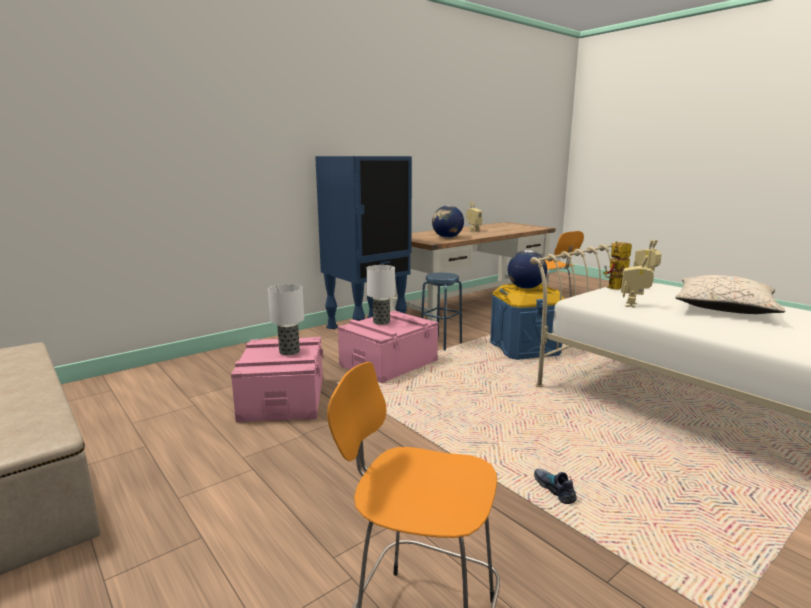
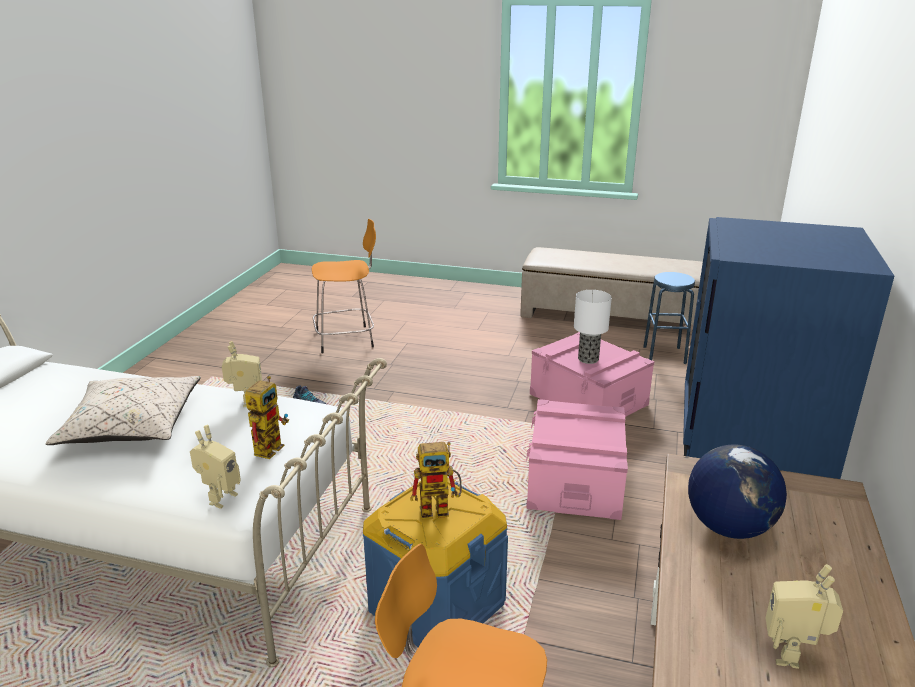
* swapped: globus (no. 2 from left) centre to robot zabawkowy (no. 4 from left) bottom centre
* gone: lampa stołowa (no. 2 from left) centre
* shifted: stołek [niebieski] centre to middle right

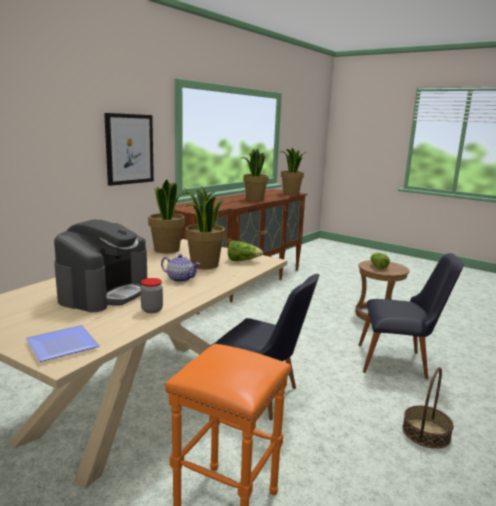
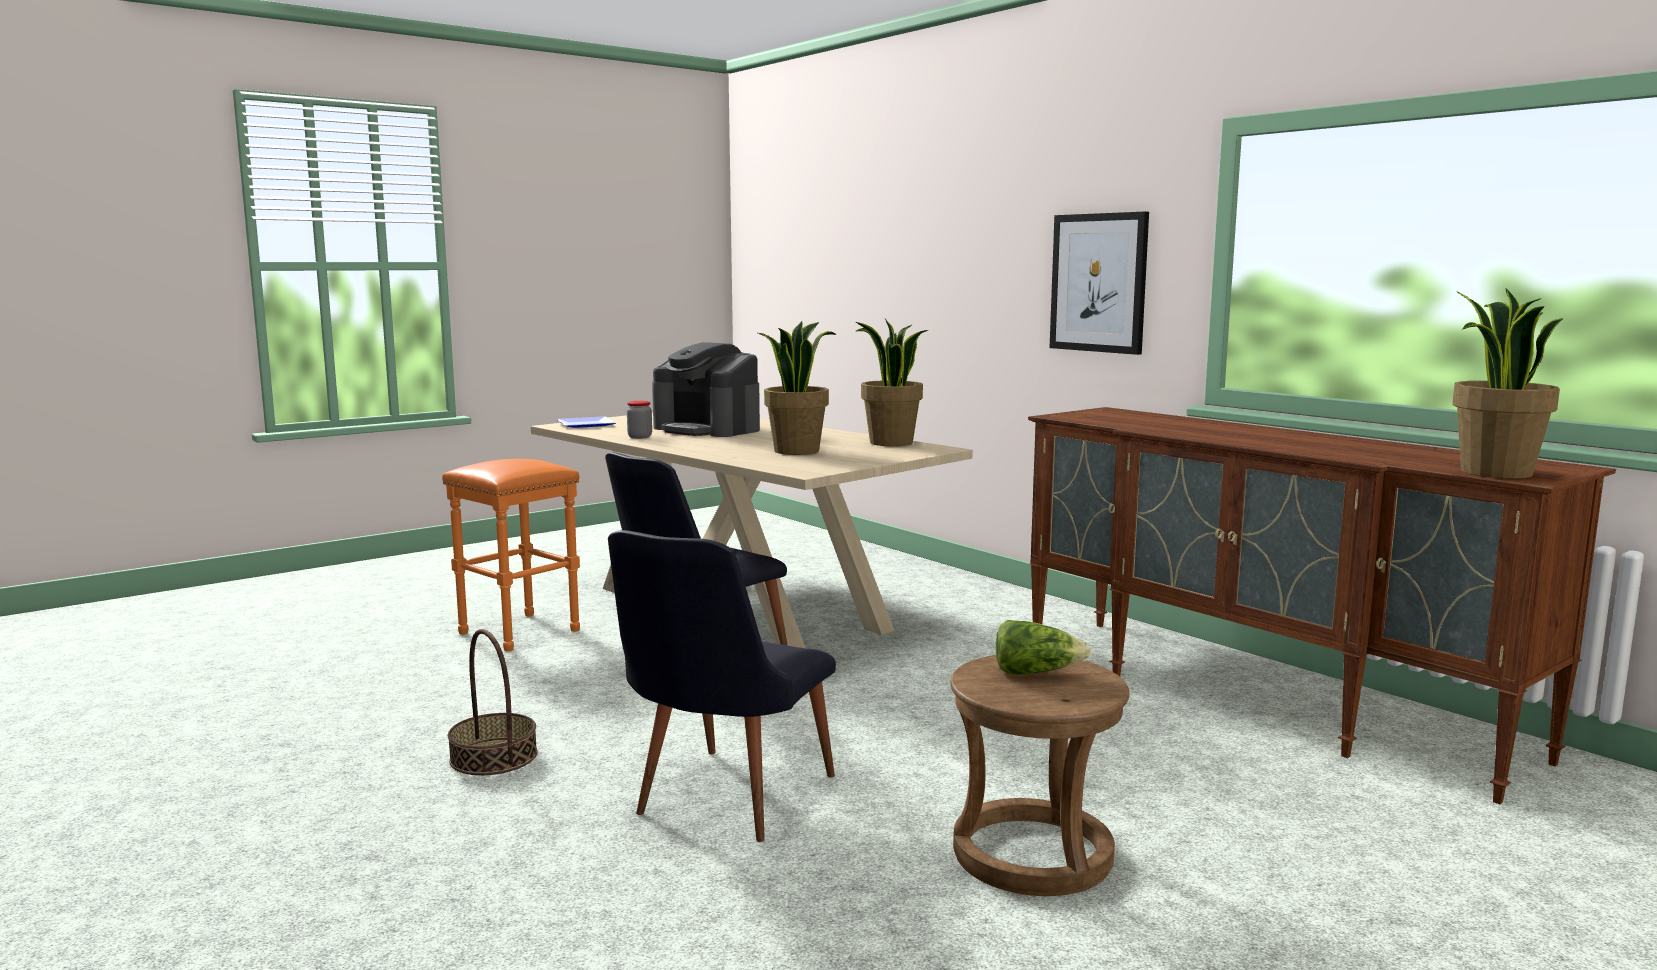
* gone: roślina doniczkowa (no. 3 from left) centre
* gone: sałata (no. 1 from left) centre
* gone: imbryk centre

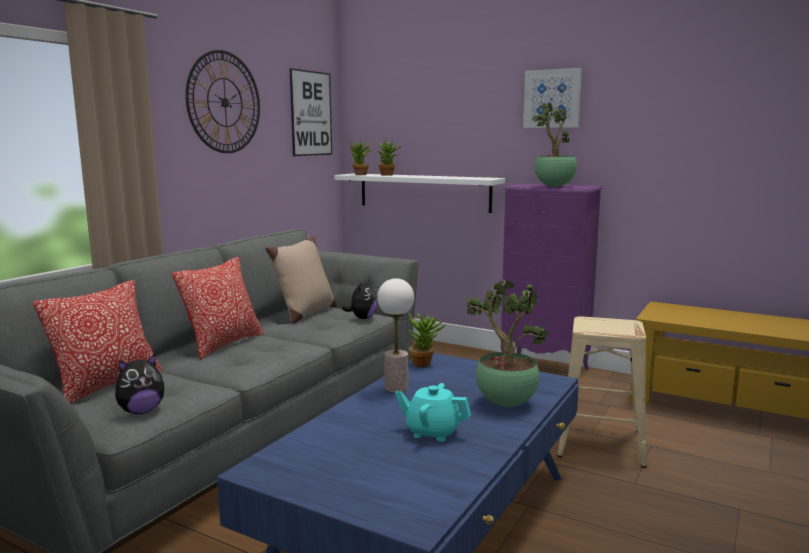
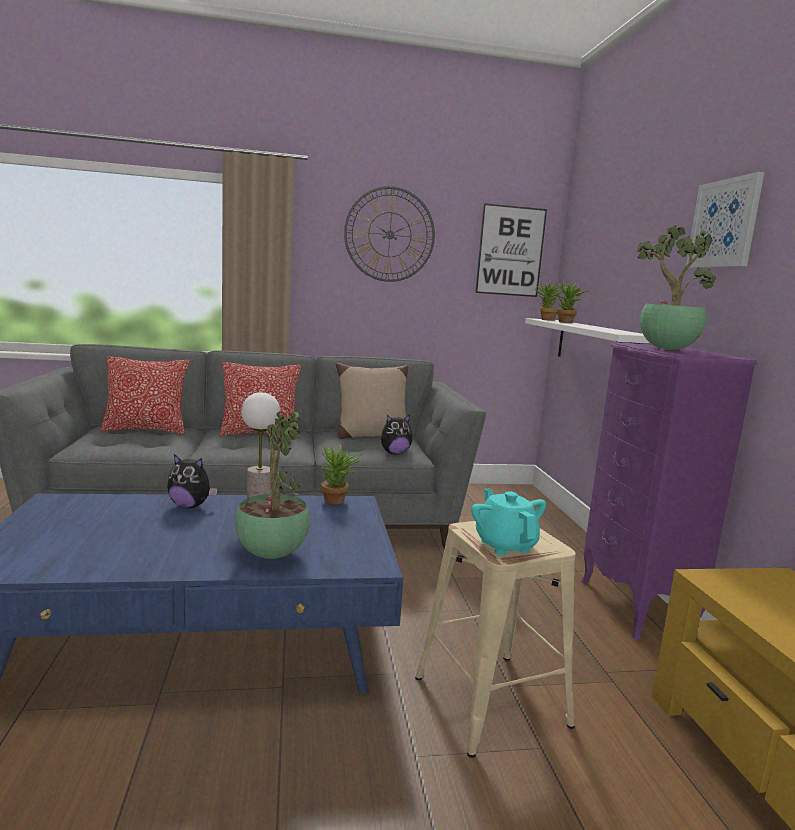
* shifted: pluszak (no. 1 from left) bottom left to middle left
* shifted: imbryk [turkusowy] bottom centre to centre

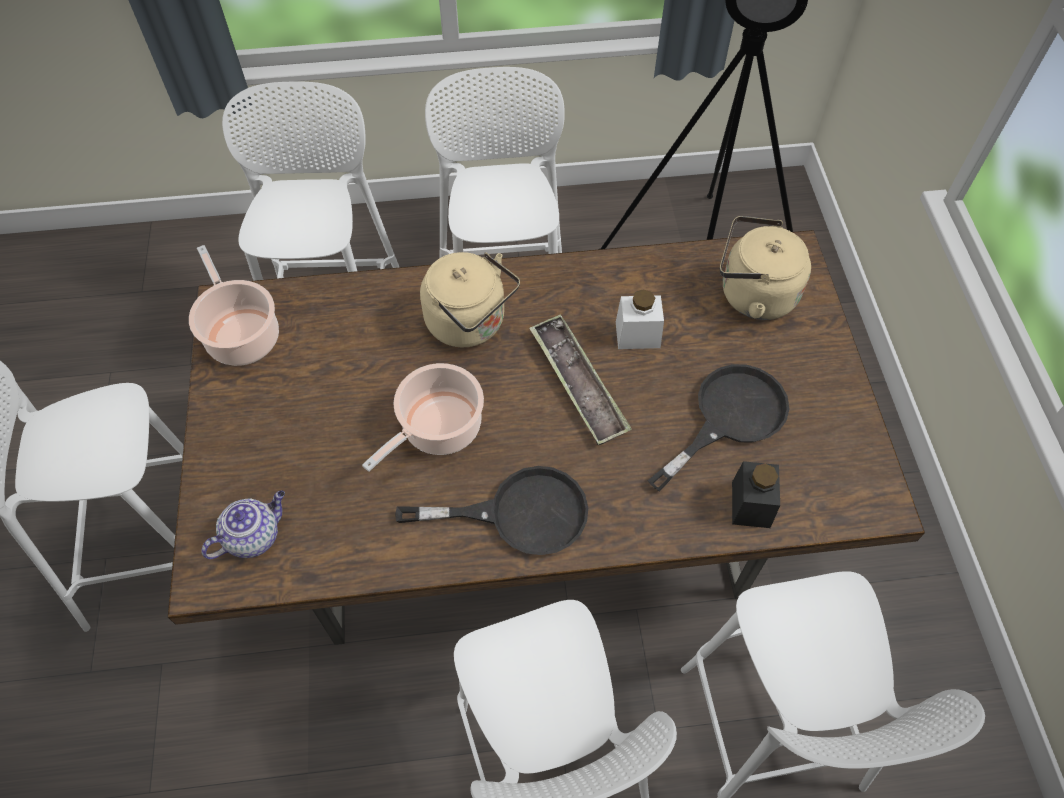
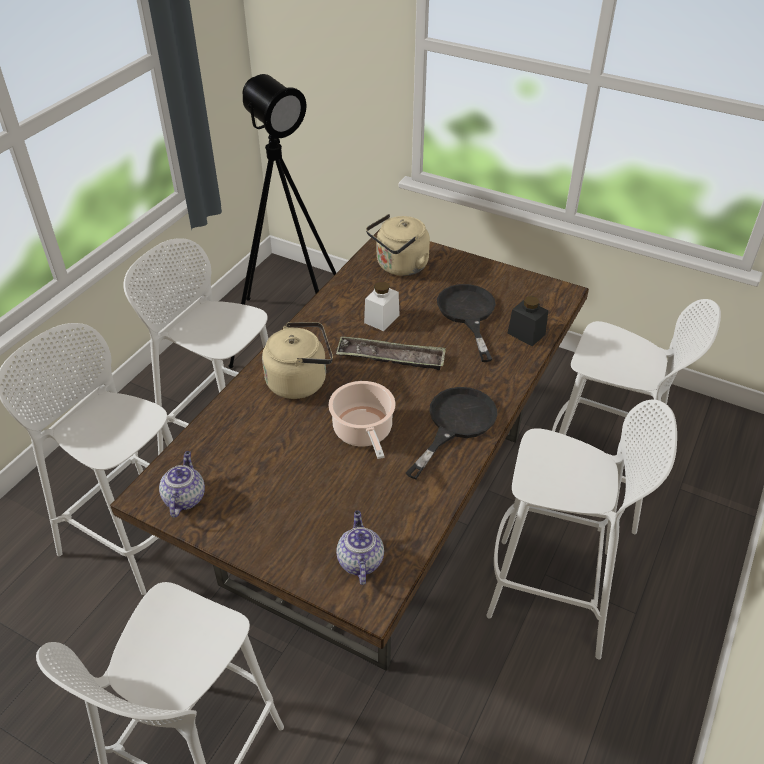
* swapped: garnek (no. 1 from left) middle left to imbryk (no. 1 from left) middle left

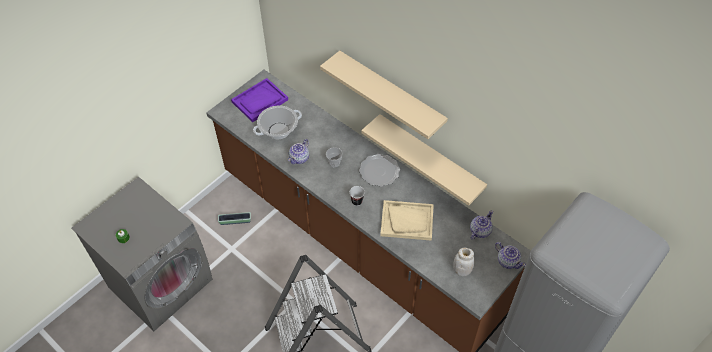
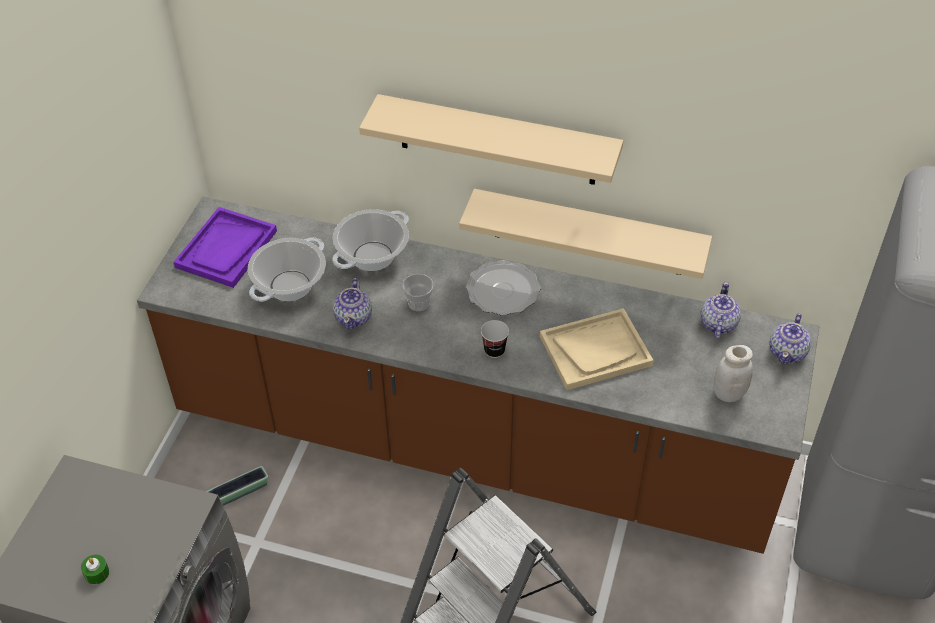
* rotated: imbryk (no. 3 from left) bottom right = middle right 90 degrees clockwise
* new: garnek (no. 2 from left) centre

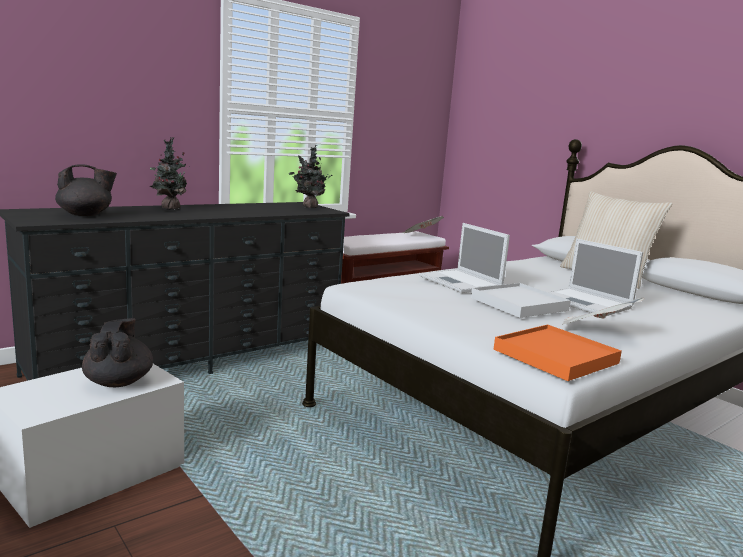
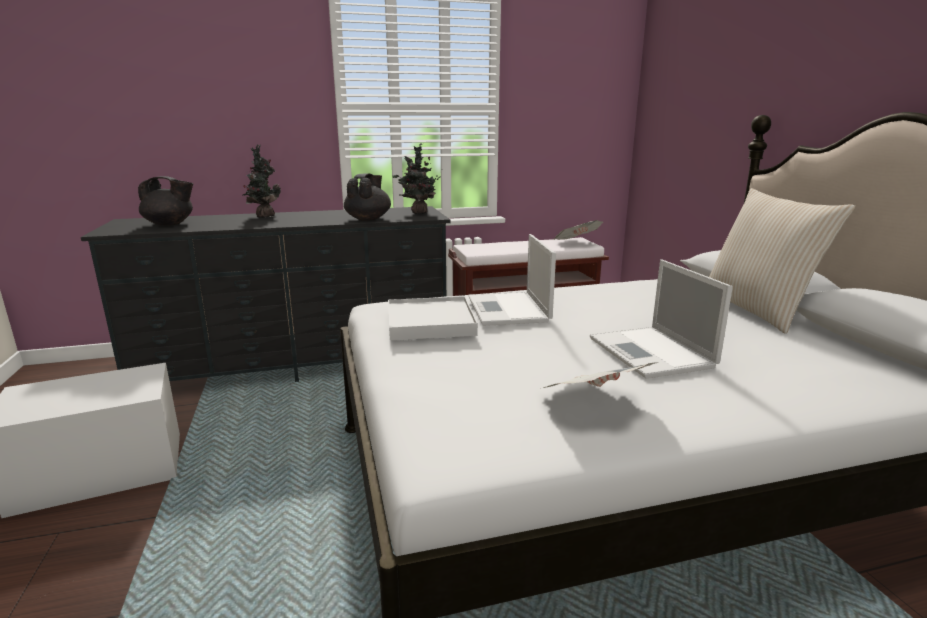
* shifted: taca [biały] middle right to centre
* shifted: imbryk [czarny] (no. 2 from left) middle left to top centre
* gone: taca [pomarańczowy] middle right

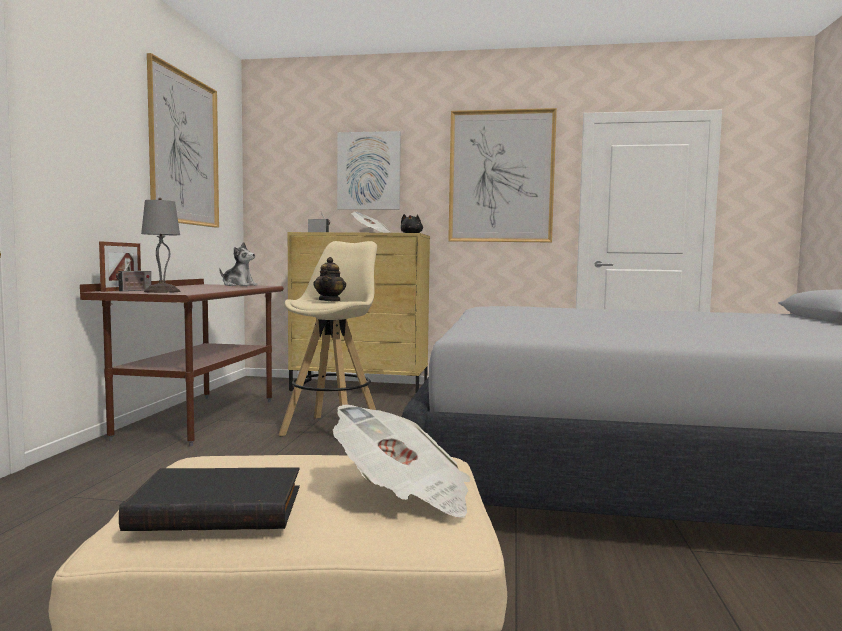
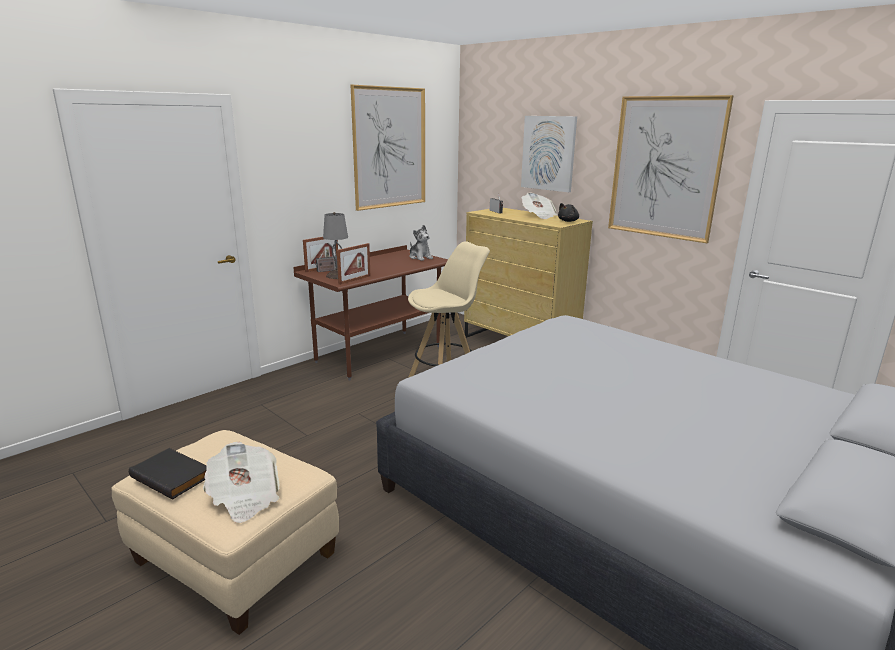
* gone: imbryk centre
* new: ramka na zdjęcie (no. 2 from left) centre

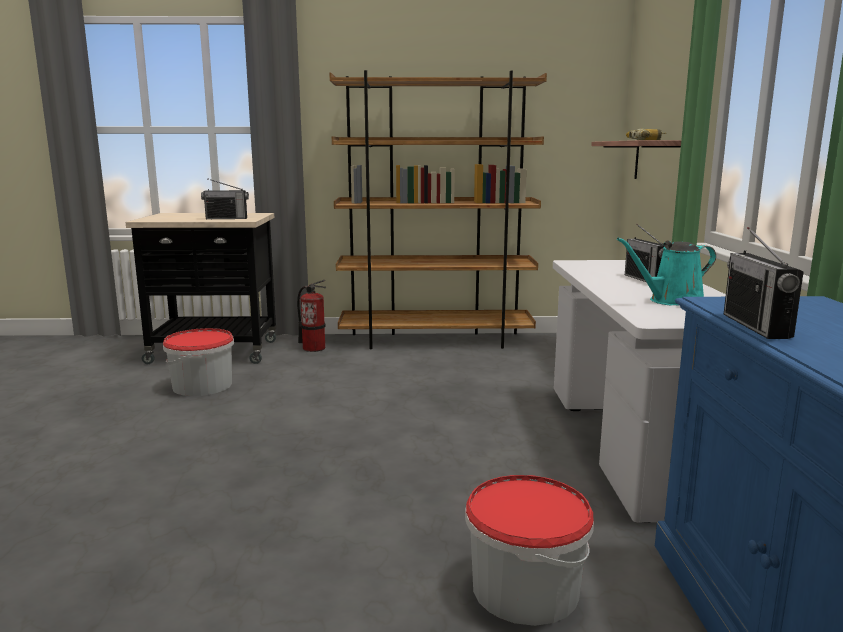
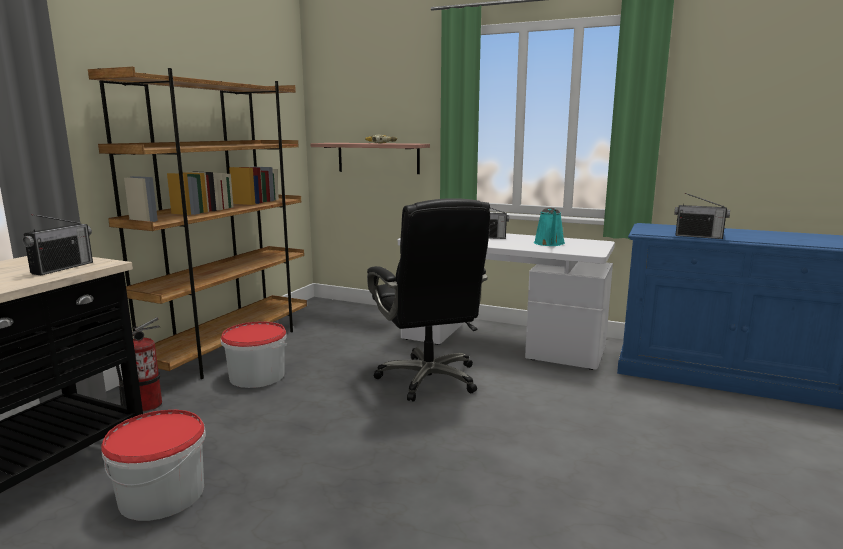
* shifted: wiadro (no. 2 from left) bottom centre to middle left
* new: krzesło biurowe [czarny] centre

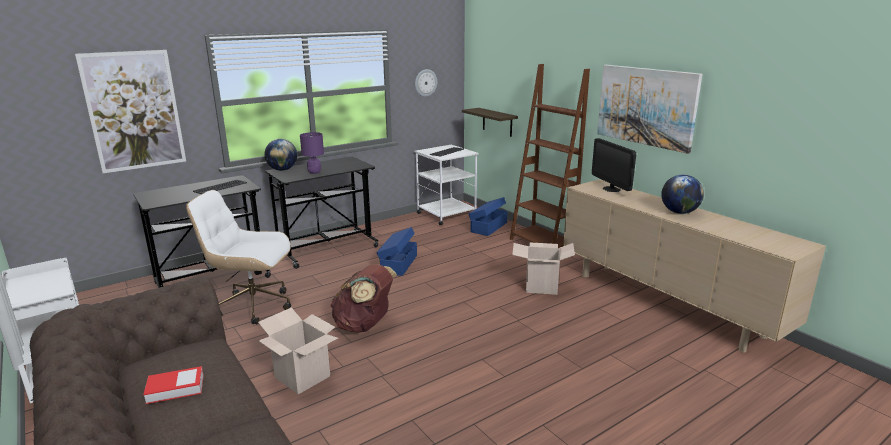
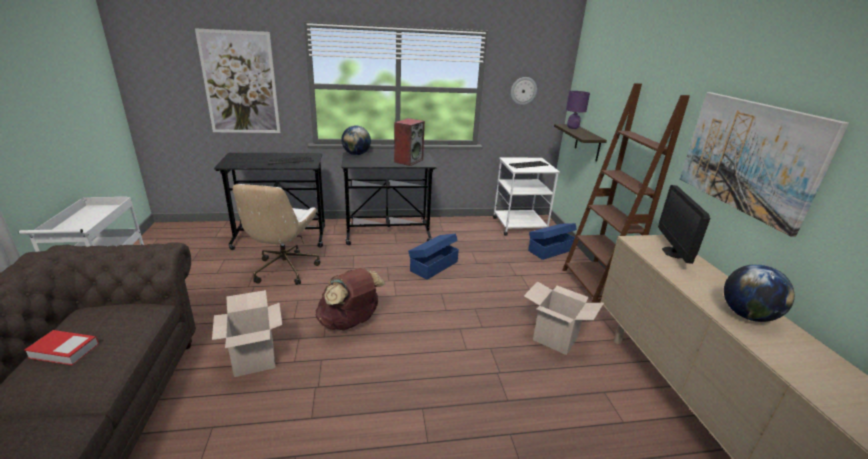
* shifted: lampa stołowa [fioletowy] centre to top centre
* rotated: krzesło biurowe [biały] middle left = middle left 120 degrees counterclockwise
* new: głośnik top centre

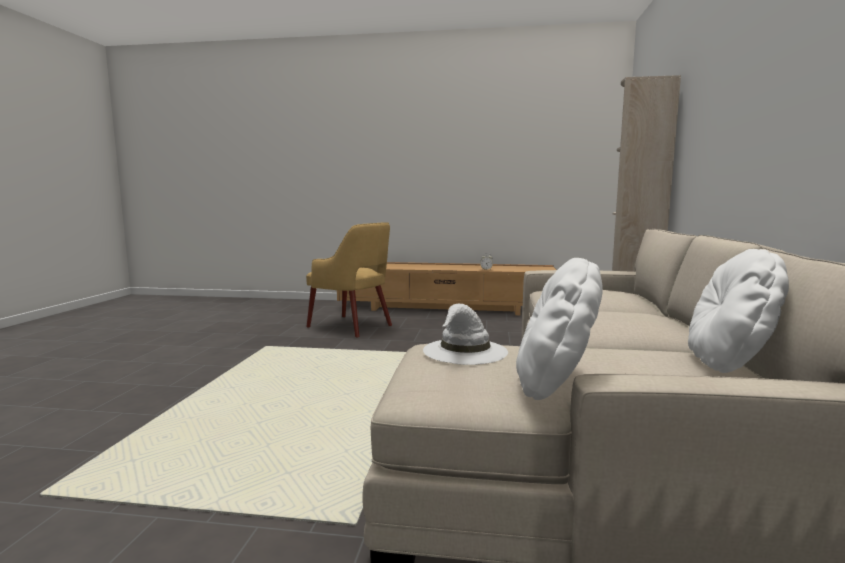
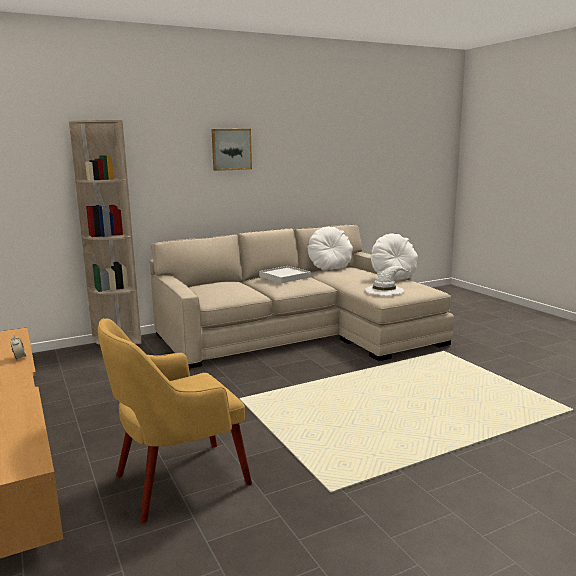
* rotated: fotel [żółty] centre = bottom left 120 degrees counterclockwise
* new: obraz top centre
* new: taca [biały] centre

